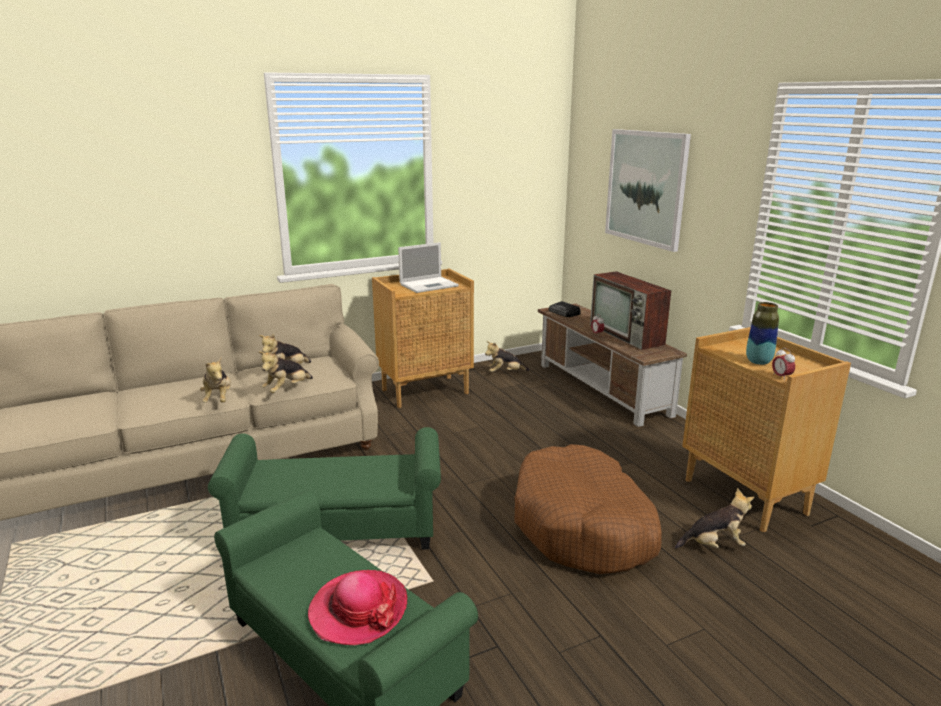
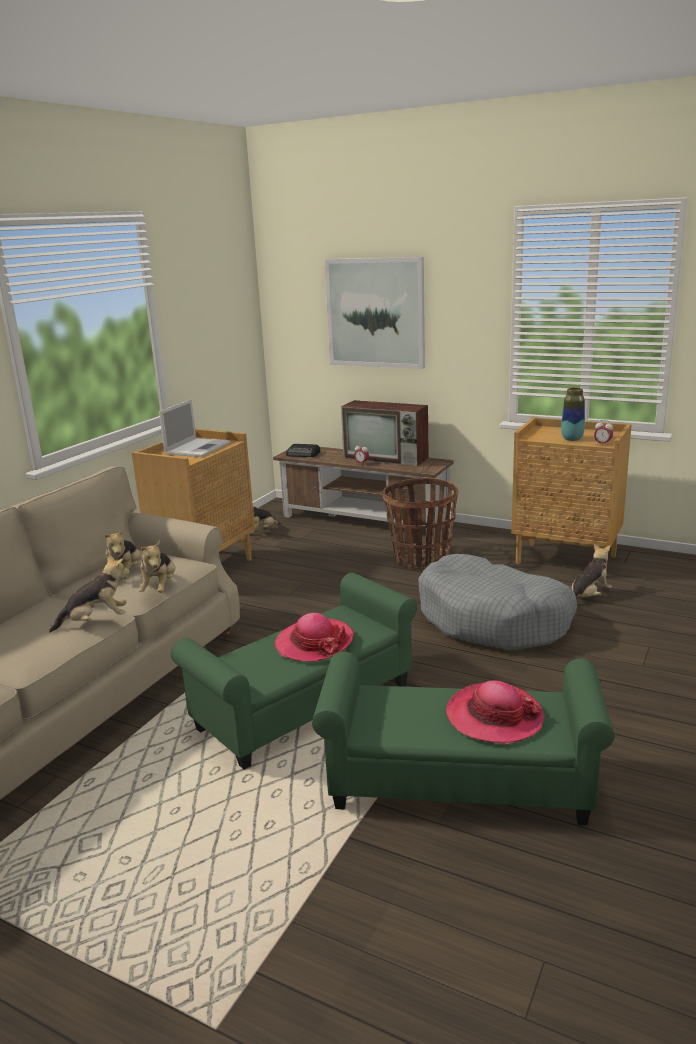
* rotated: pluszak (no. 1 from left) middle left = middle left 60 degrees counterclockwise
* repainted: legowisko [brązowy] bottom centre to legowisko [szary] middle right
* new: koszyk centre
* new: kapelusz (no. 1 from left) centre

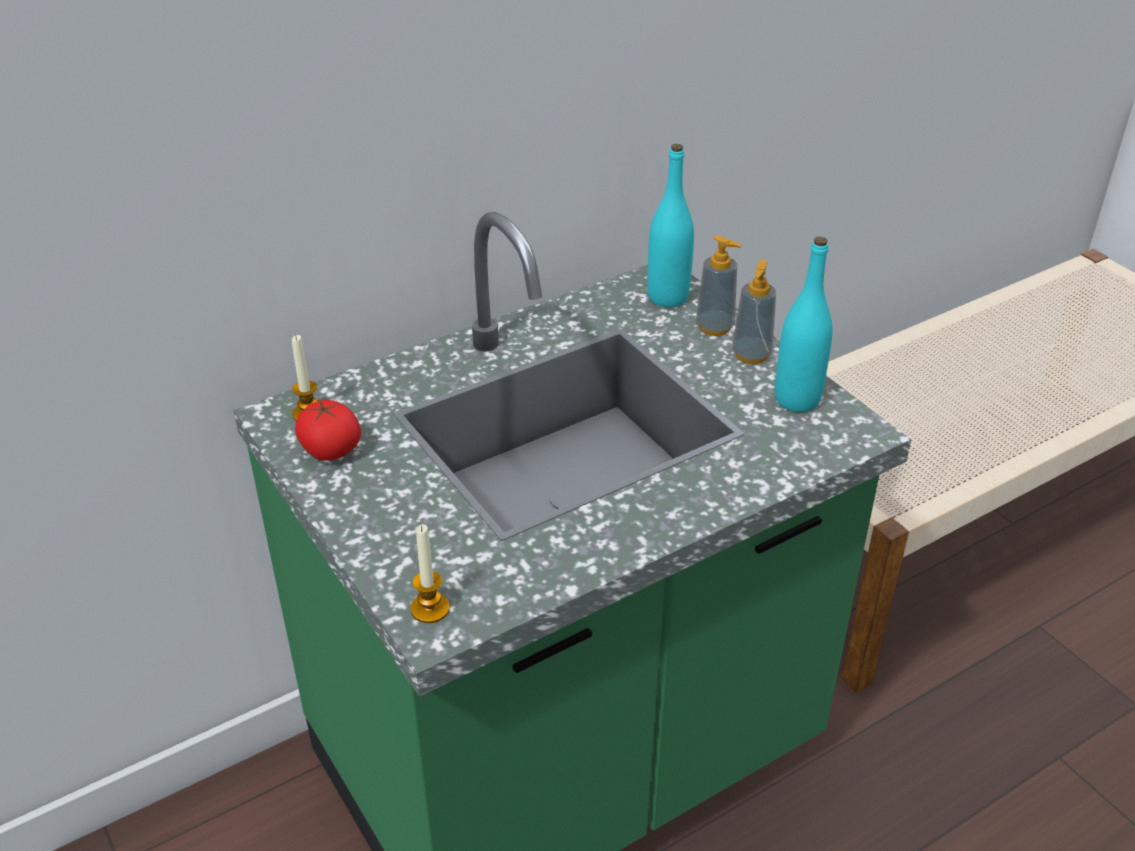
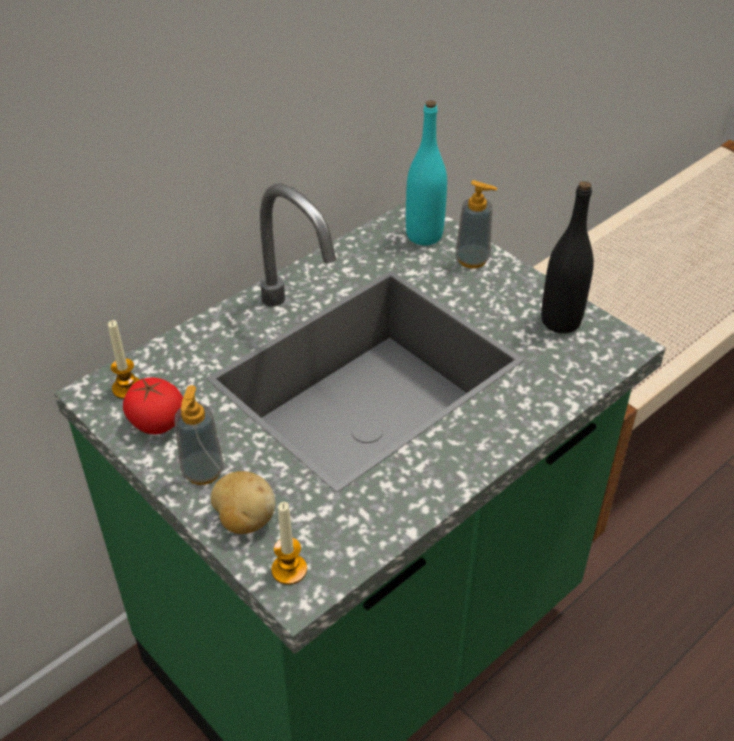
* repainted: butelka [turkusowy] (no. 2 from left) middle right to butelka [czarny] middle right
* shifted: dozownik mydła (no. 2 from left in the first image) centre to dozownik mydła (no. 1 from left) middle left
* new: ziemniak bottom left

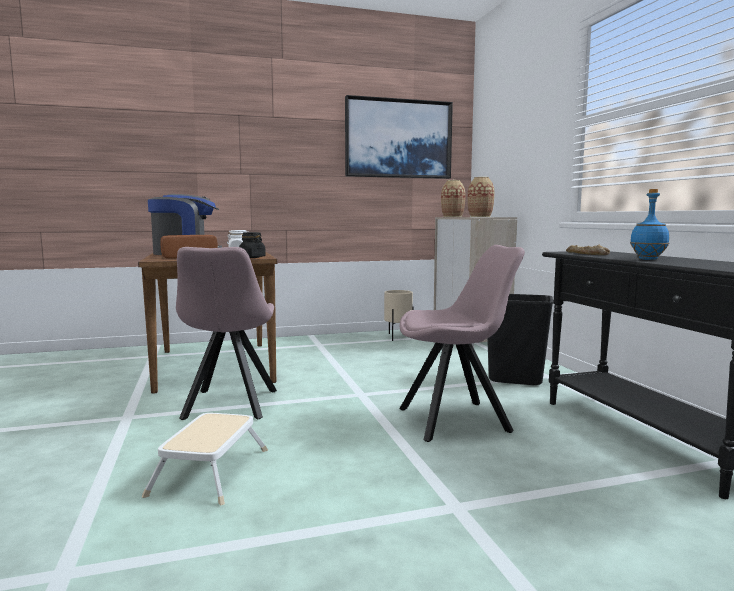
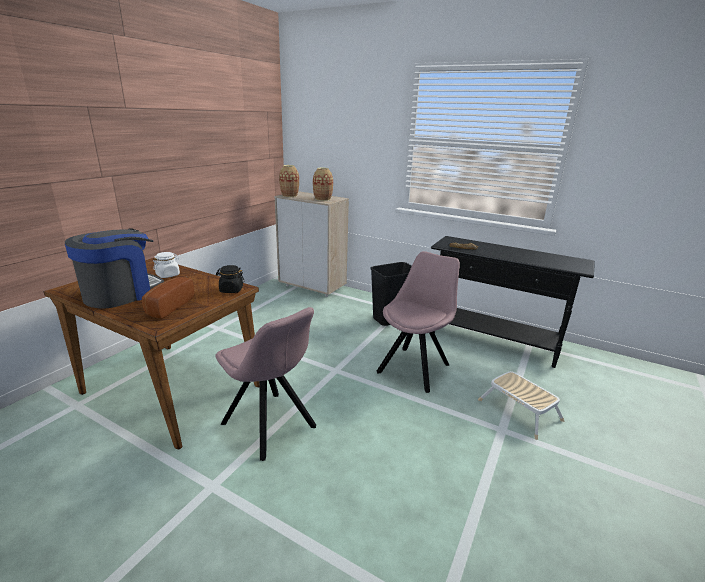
* gone: obraz top centre
* gone: butelka [niebieski] middle right
* gone: donica [beżowy] centre
* shifted: drabinka [beżowy] bottom left to bottom right

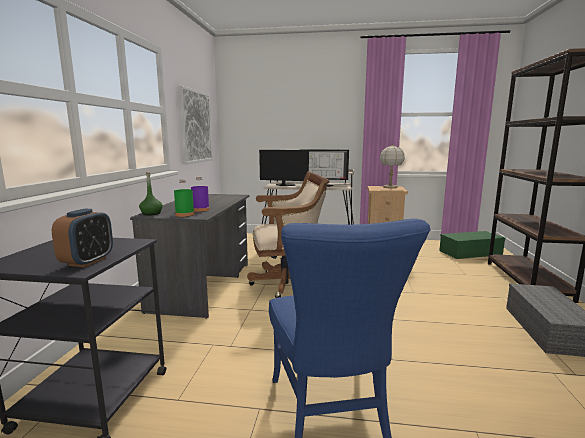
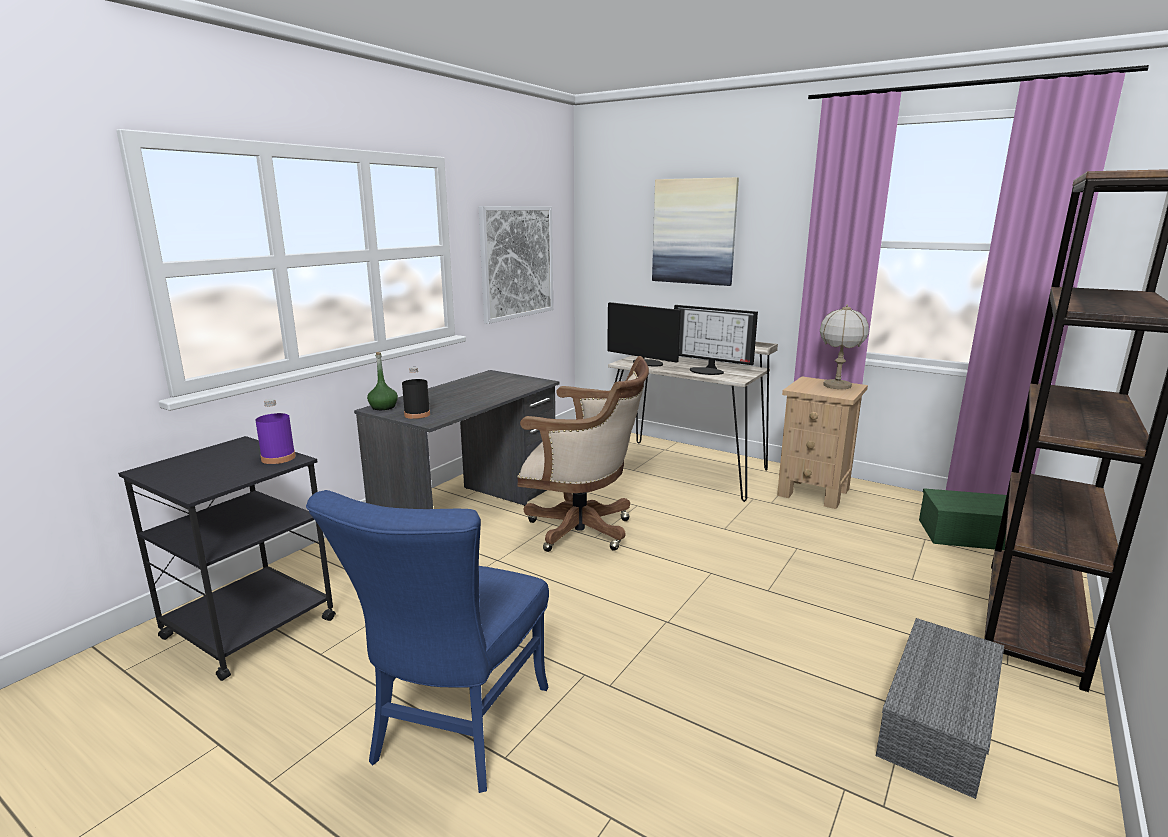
* shifted: butelka [fioletowy] centre to middle left
* repainted: butelka [zielony] (no. 2 from left) middle left to butelka [czarny] centre
* gone: budzik middle left
* new: obraz (no. 2 from left) top centre

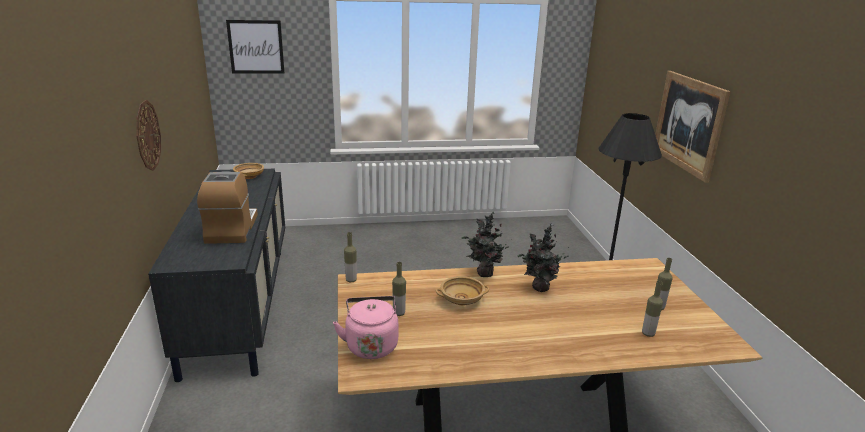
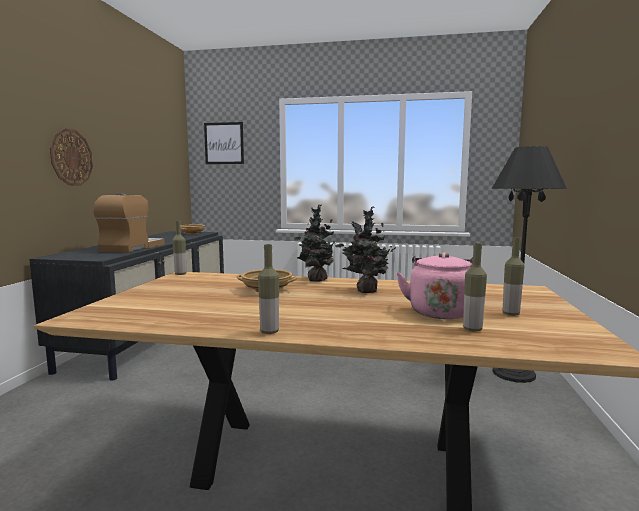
* gone: obraz (no. 2 from left) top right
* shifted: butelka (no. 2 from left) bottom centre to centre
* shifted: czajnik [różowy] bottom centre to middle right

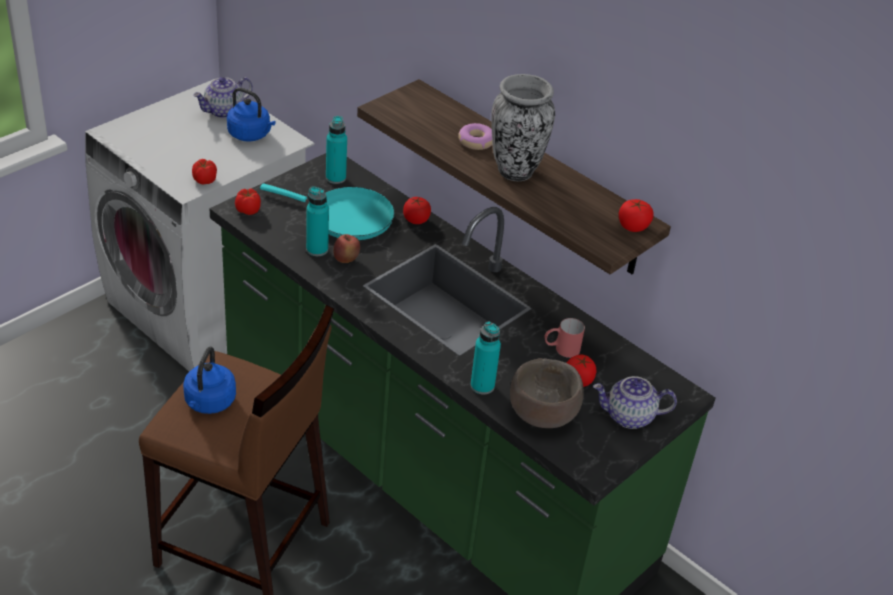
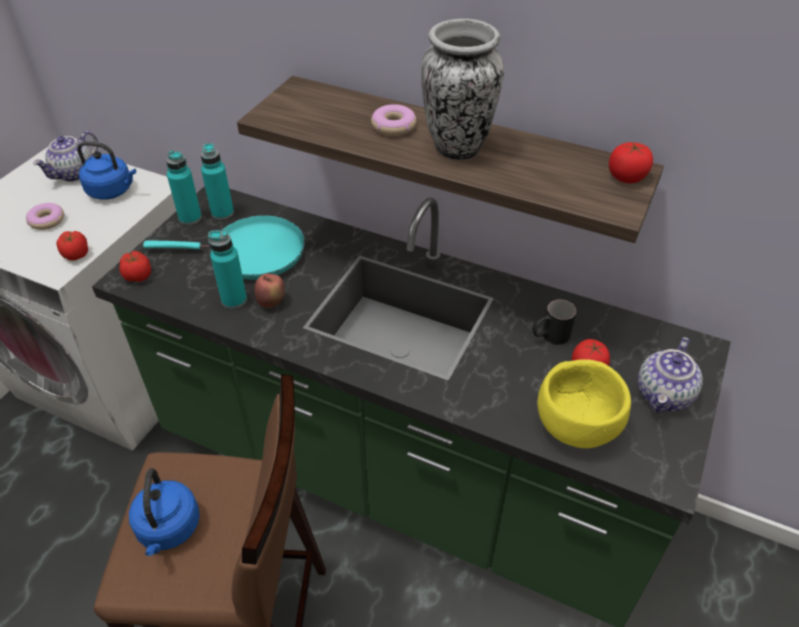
* gone: pomidor (no. 3 from left) centre
* repainted: kubek [czerwony] centre to kubek [czarny] middle right
* shifted: butelka [turkusowy] (no. 3 from left in the first image) centre to butelka [turkusowy] (no. 1 from left) top left
* repainted: miska [brązowy] centre to miska [żółty] middle right
* rotated: imbryk (no. 2 from left) bottom right = middle right 45 degrees counterclockwise
* new: donut (no. 1 from left) middle left

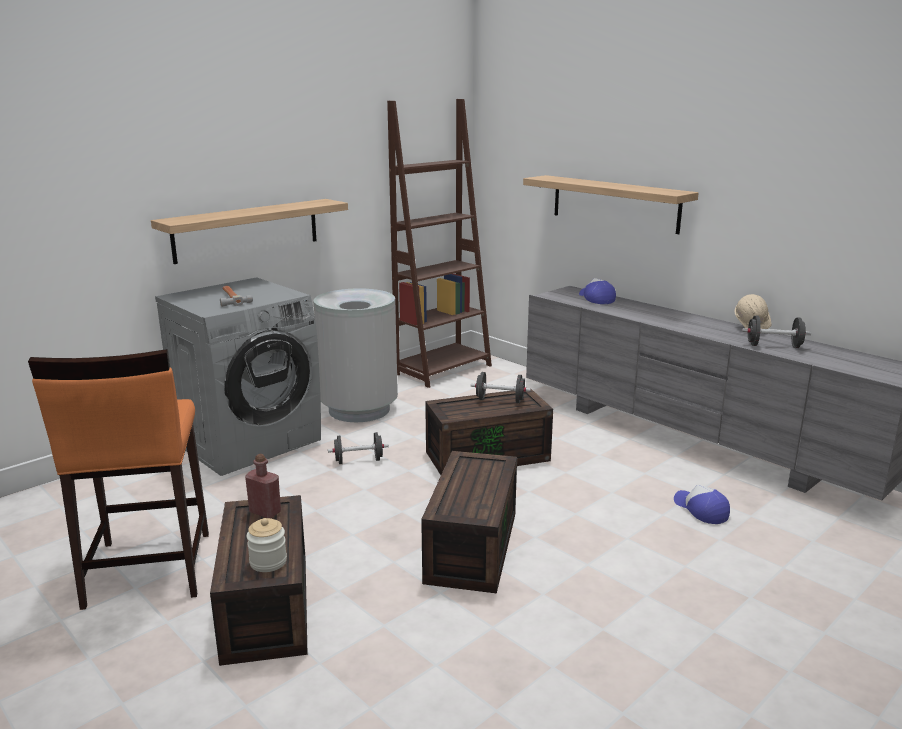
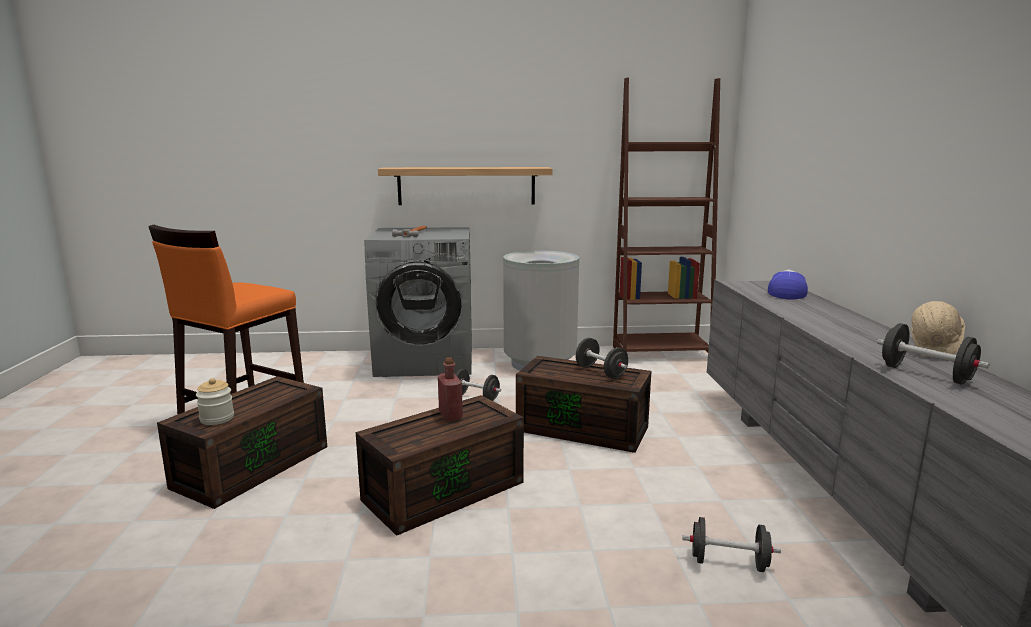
* gone: półka (no. 2 from left) top right
* shifted: butelka [czerwony] bottom left to centre
* swapped: czapka z daszkiem (no. 2 from left) bottom right to hantel [czarny] (no. 3 from left) bottom right

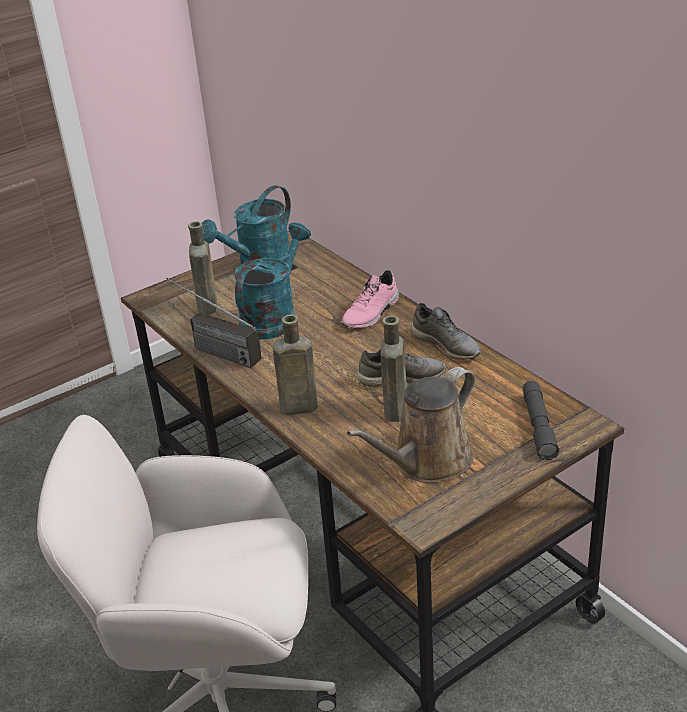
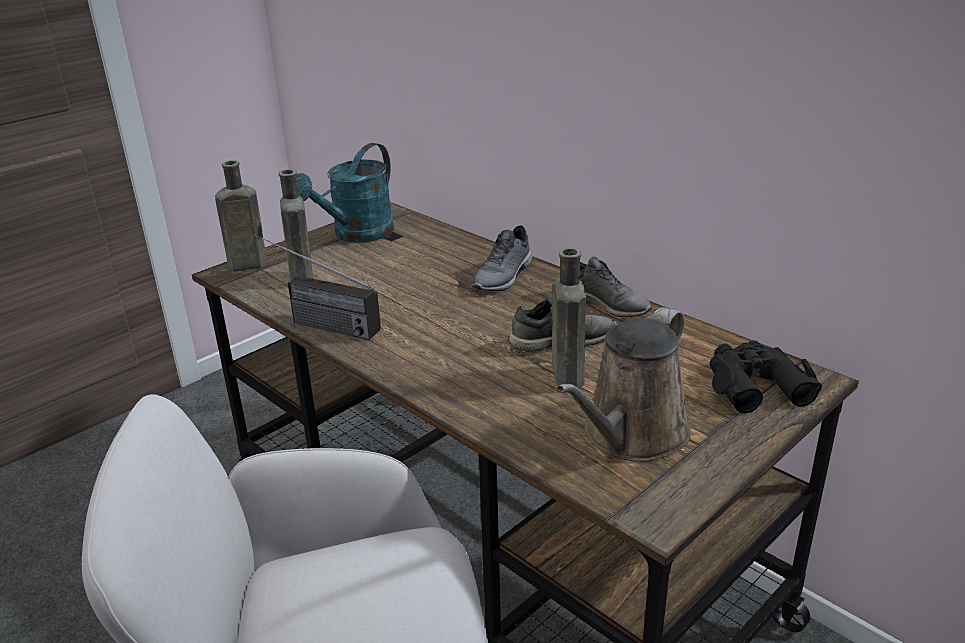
* gone: konewka [turkusowy] (no. 2 from left) centre
* repainted: but [różowy] centre to but [szary] (no. 1 from left) centre
* shifted: butelka [brązowy] (no. 2 from left in the first image) centre to butelka [brązowy] (no. 1 from left) middle left
* swapped: latarka [szary] middle right to lornetka [czarny] middle right

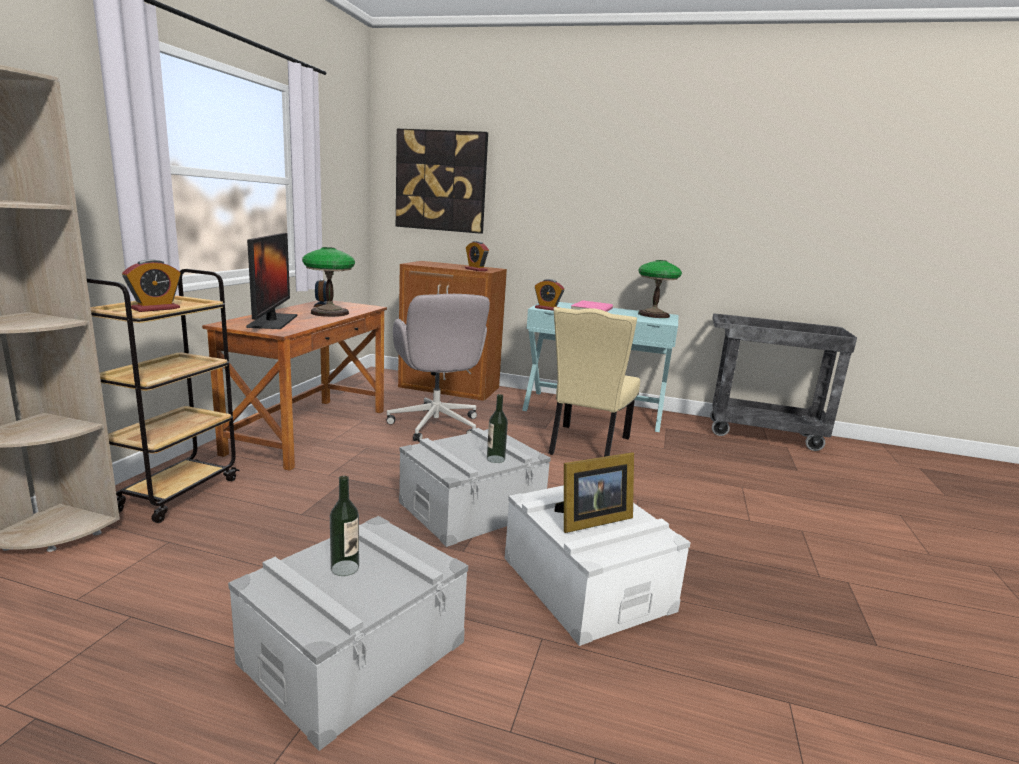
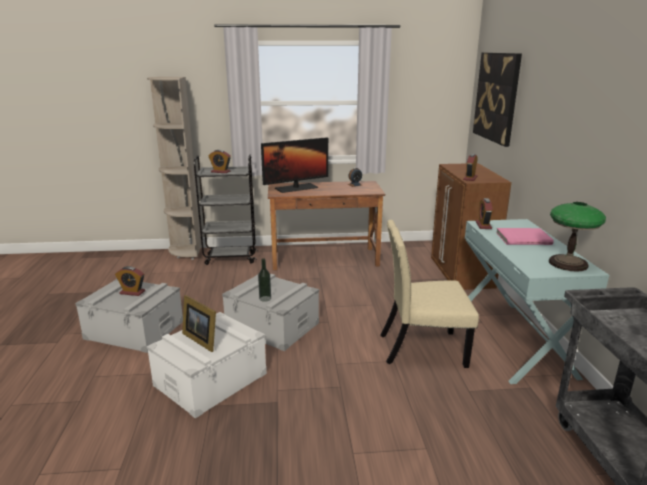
* gone: lampa stołowa (no. 1 from left) middle left
* repainted: wózek [brązowy] middle left to wózek [szary] (no. 1 from left) centre
* gone: krzesło biurowe [szary] centre
* swapped: butelka (no. 1 from left) bottom centre to budzik (no. 1 from left) middle left

